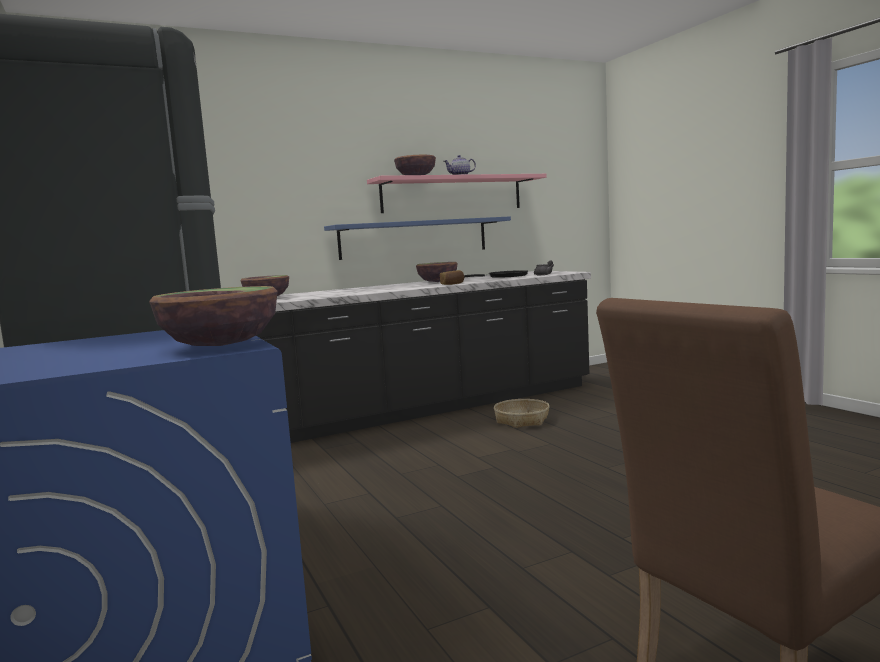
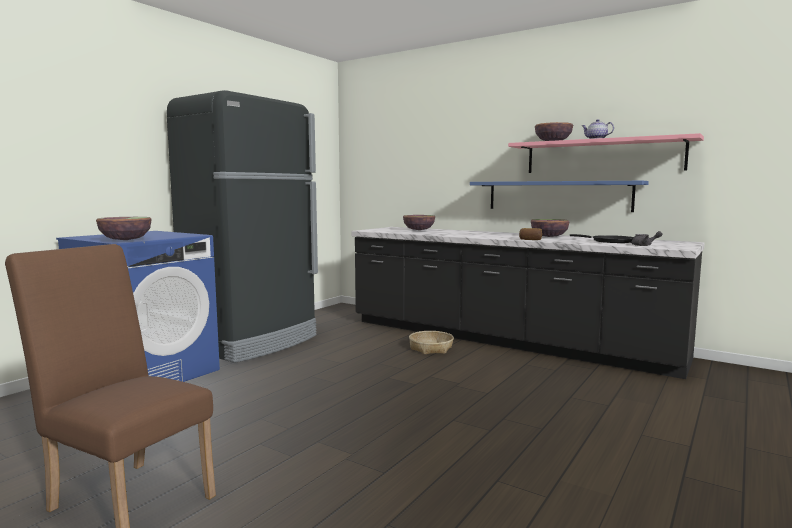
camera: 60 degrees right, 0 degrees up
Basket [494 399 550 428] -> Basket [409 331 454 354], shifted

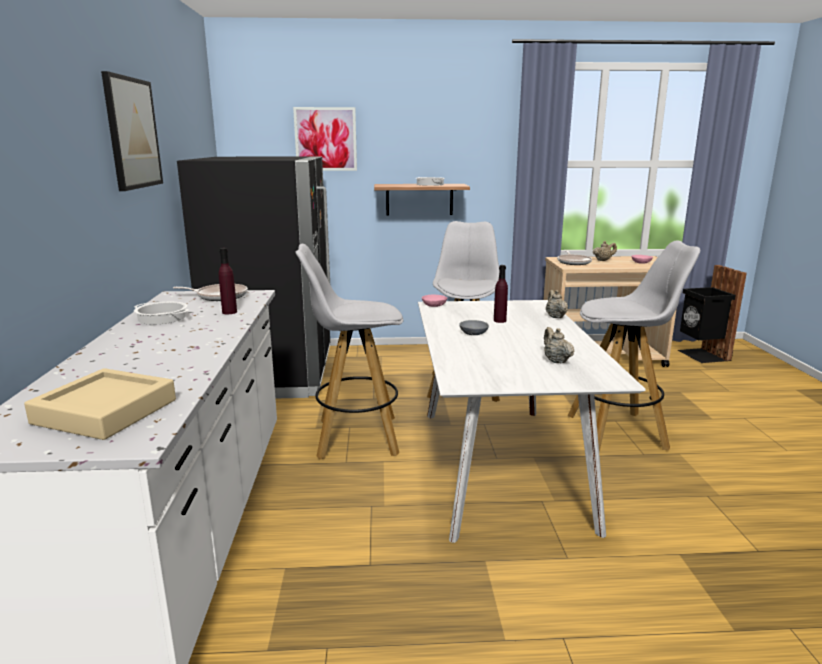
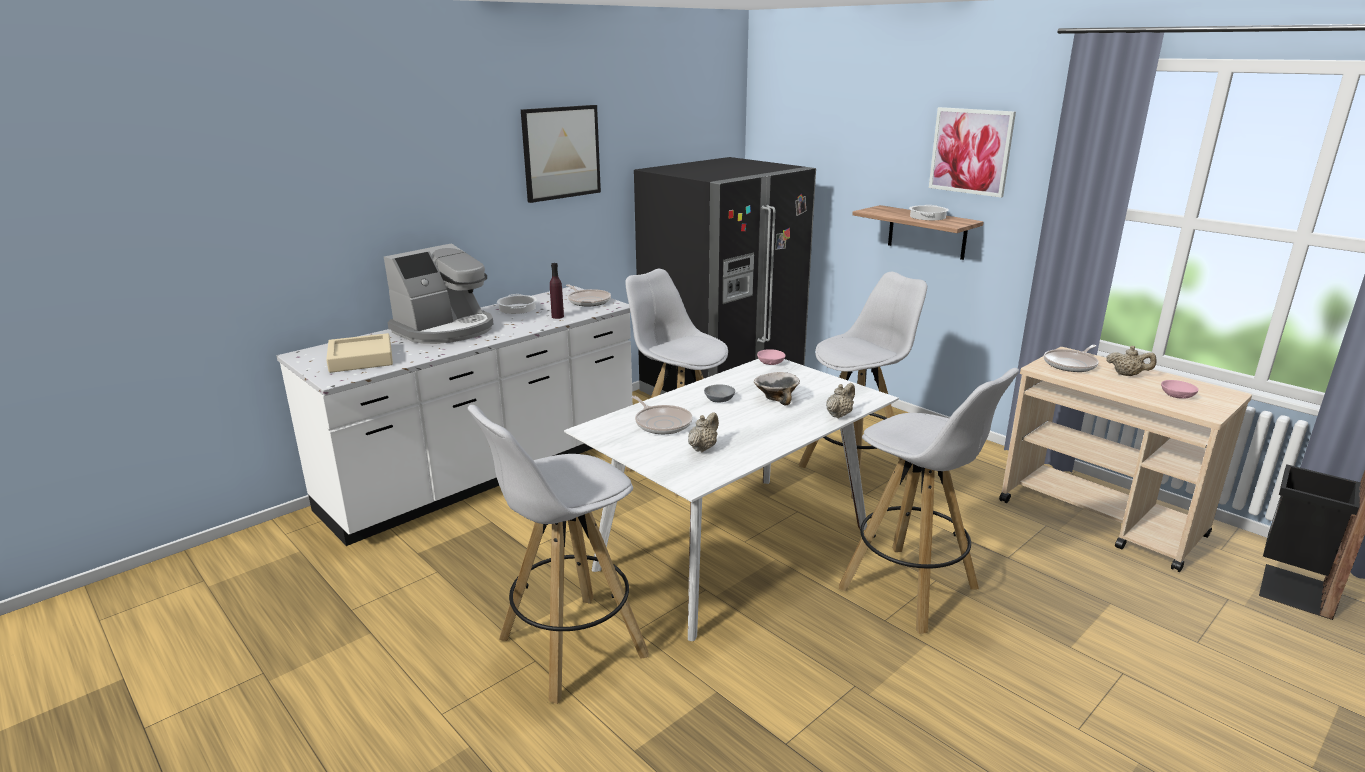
camera: 50 degrees right, 5 degrees up
Picture [293 107 357 171] -> Picture [929 107 1016 198], shifted
PurpleBottle [494 265 508 323] -> Bowl [754 372 800 405]
none -> CoffeeMachine [384 243 493 344]
none -> WhiteStool [468 405 649 704]
none -> FryingPan [632 396 693 434]

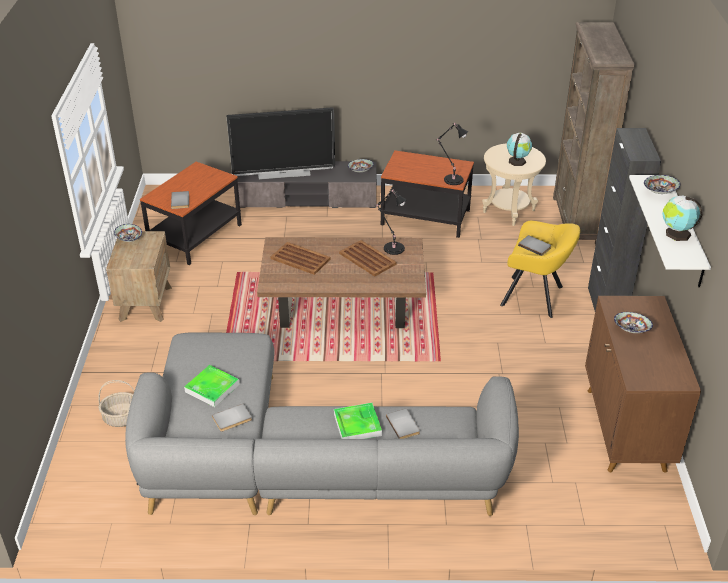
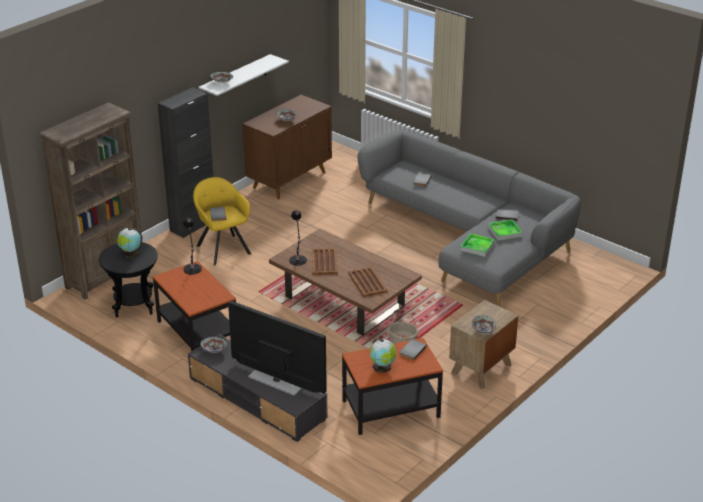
camera: 140 degrees left, 5 degrees down
Basket [98 380 134 427] -> Basket [388 309 418 343], shifted
Tray [334 403 382 439] -> Tray [460 233 495 257], shifted
BeigeSideTable [482 143 546 226] -> BlackSideTable [99 242 158 318]
Globe [662 195 702 241] -> Globe [370 338 396 373], shifted

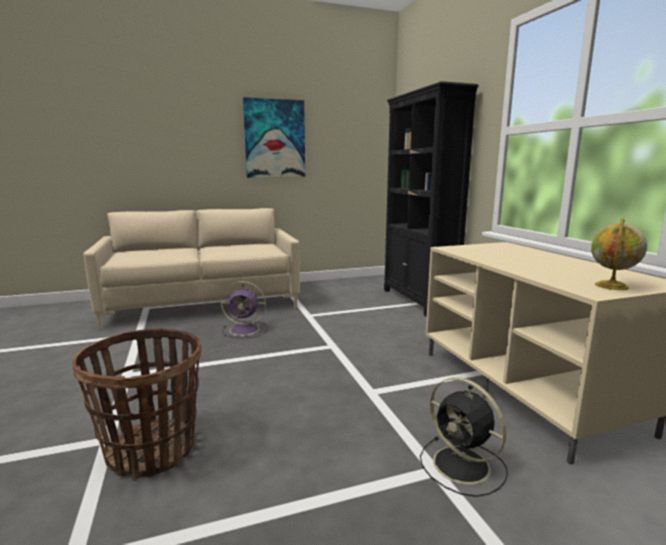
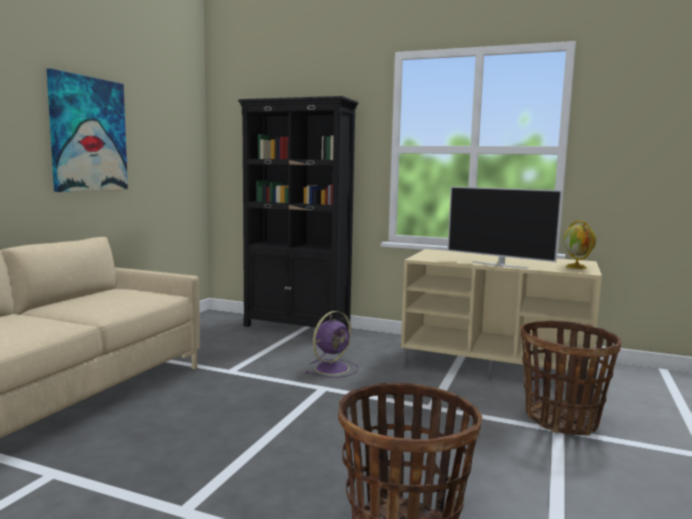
camera: 50 degrees left, 5 degrees down
PurpleFan [221 281 268 338] -> PurpleFan [306 311 358 378], shifted
BlackFan [420 377 508 497] -> Basket [521 321 622 436]
none -> Television [447 186 562 269]

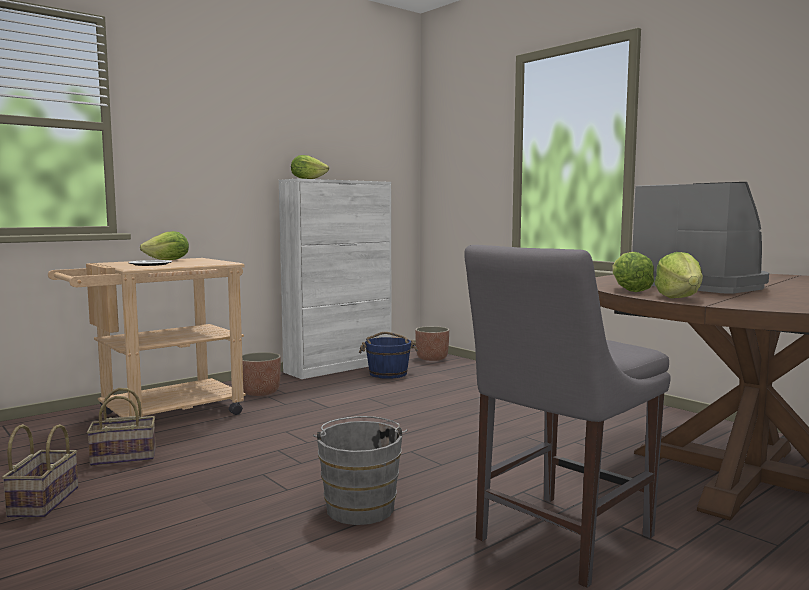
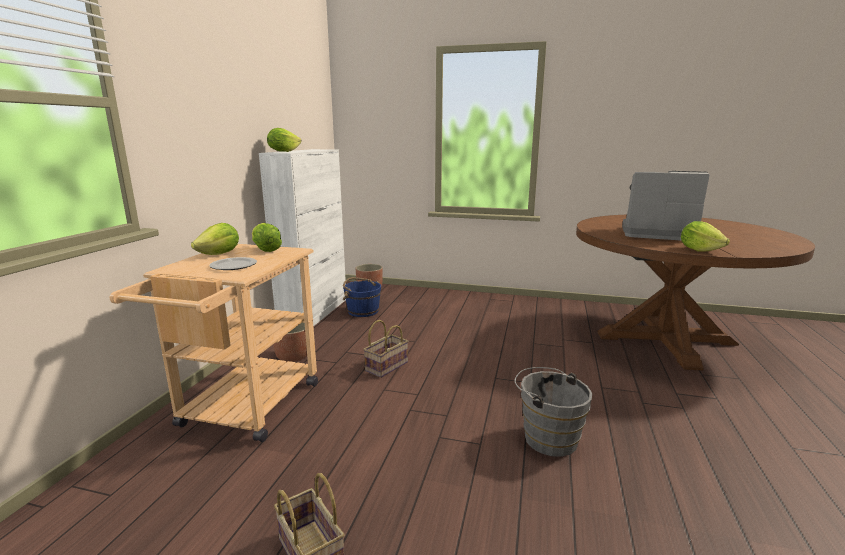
camera: 35 degrees left, 10 degrees up
Basket [87 388 156 466] -> Basket [363 320 408 378], shifted
GreyChair [464 245 671 588] -> none
Lettuce [612 252 654 292] -> Lettuce [252 223 282 252], shifted

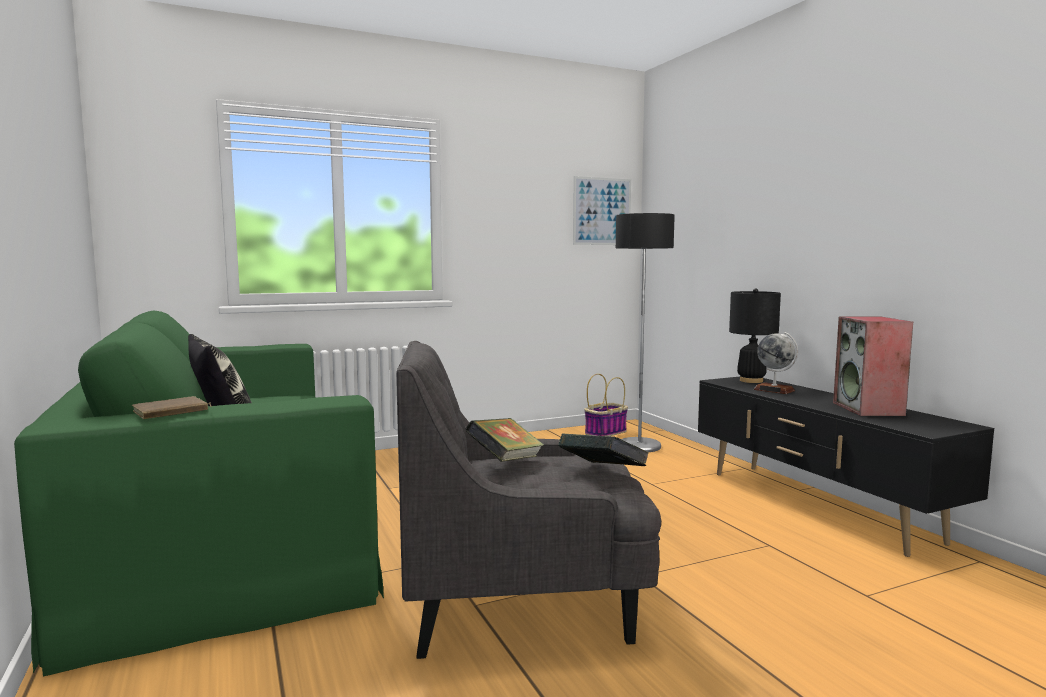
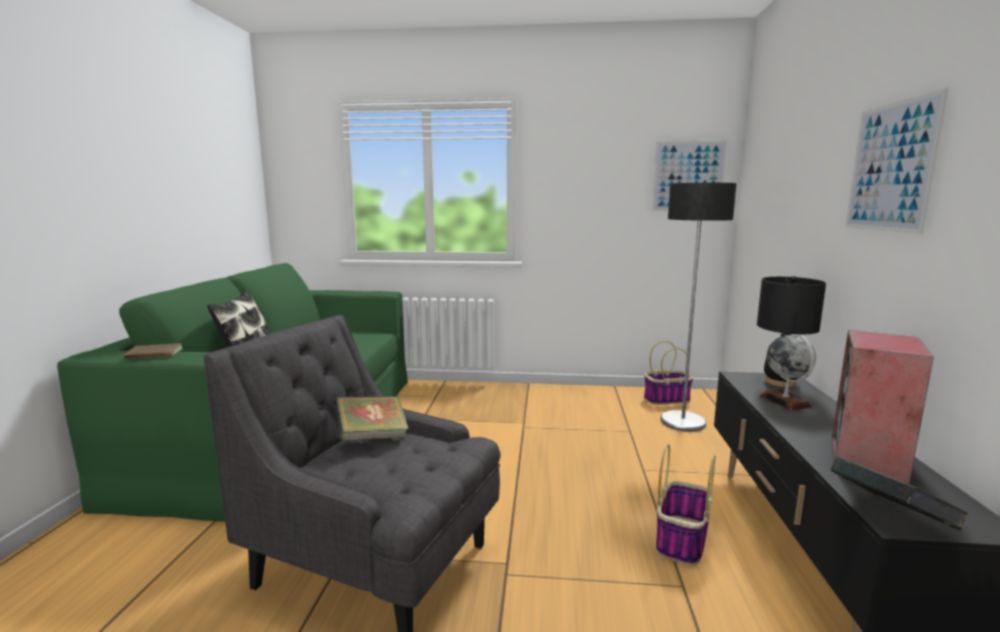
camera: 30 degrees right, 5 degrees up
Book [558 433 649 466] -> Book [830 456 969 530], shifted
none -> Basket [656 444 715 566]
none -> Picture [845 88 949 234]

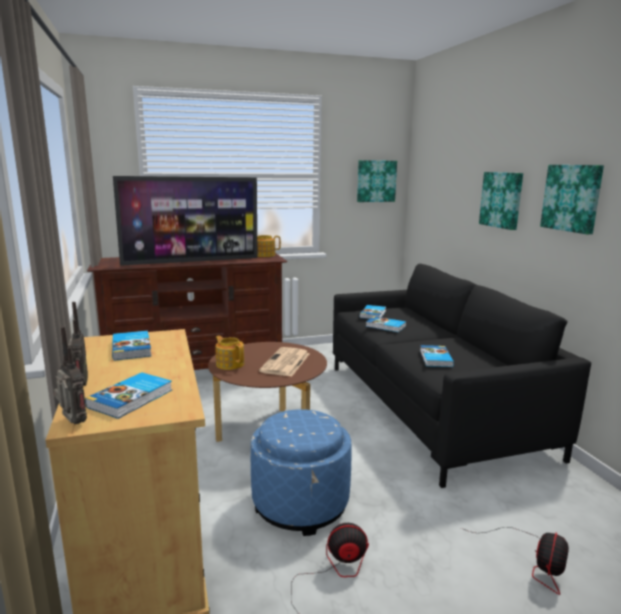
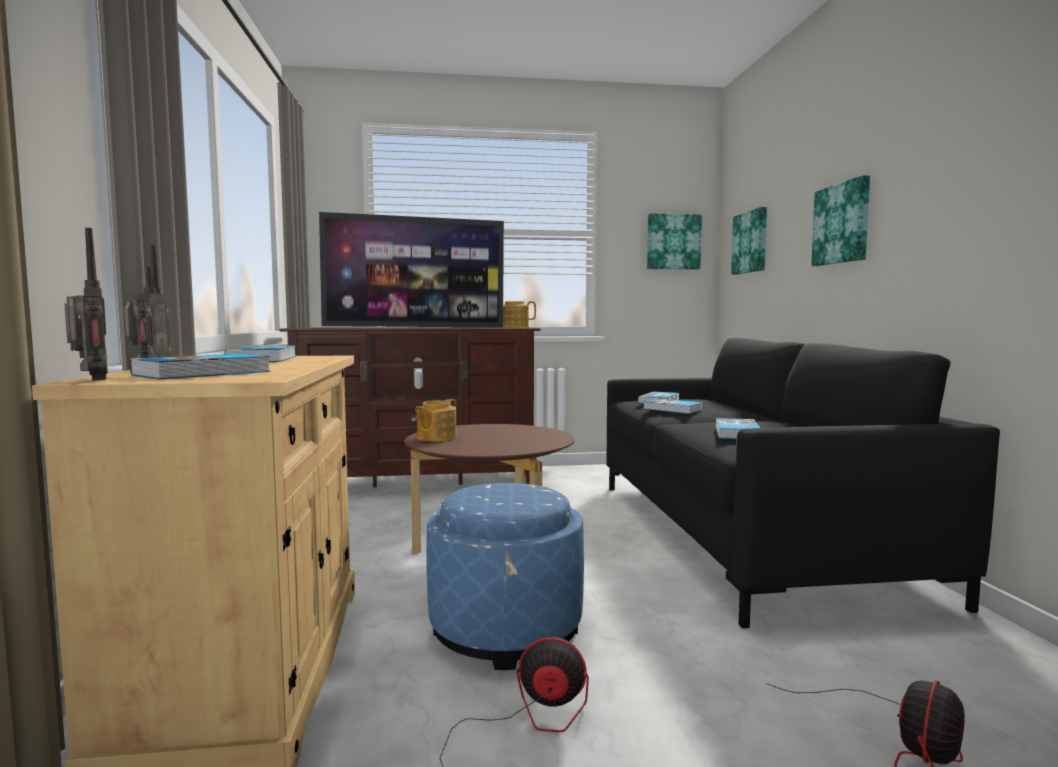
camera: 10 degrees right, 10 degrees down
Teapot [216 336 244 370] -> Teapot [415 399 457 441], 120 degrees counterclockwise
Newspaper [259 347 310 377] -> none
Picture [540 165 604 234] -> Picture [731 207 767 275], shifted

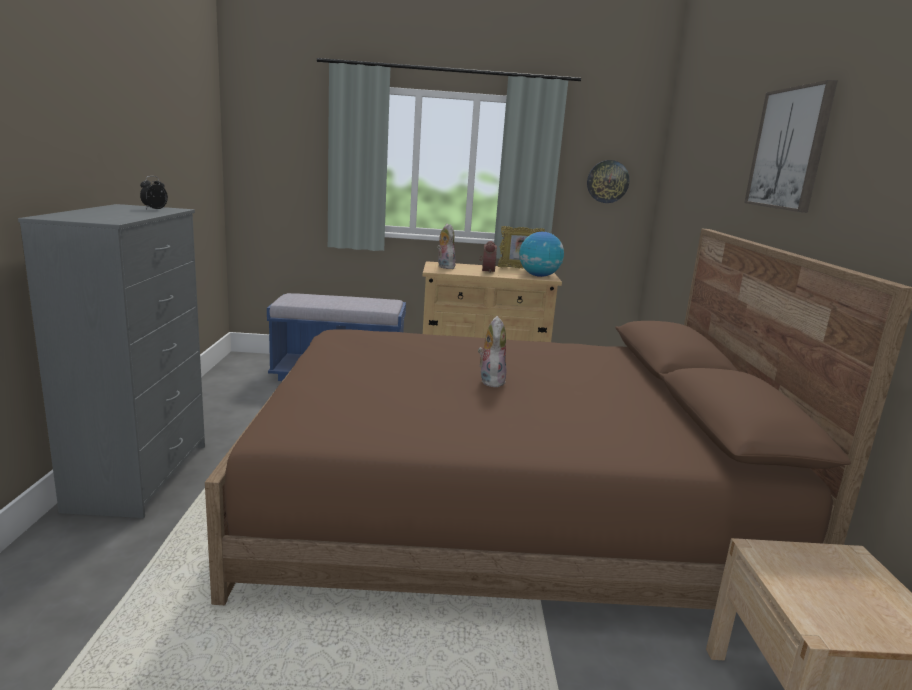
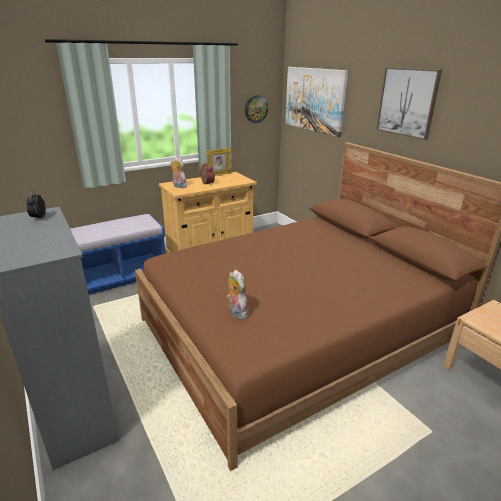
camera: 30 degrees left, 10 degrees up
PlushToy [478 316 506 387] -> PlushToy [227 270 249 319], shifted
Globe [519 232 564 277] -> none
none -> Picture [285 67 348 137]

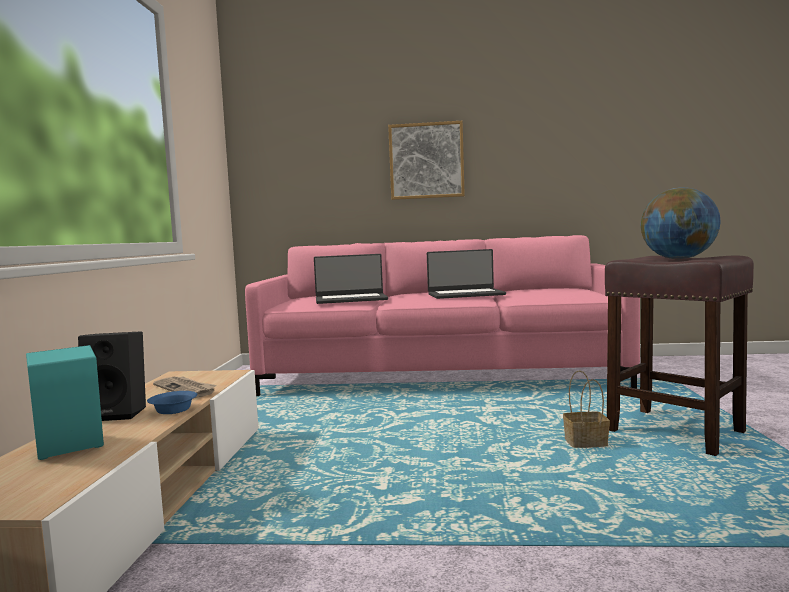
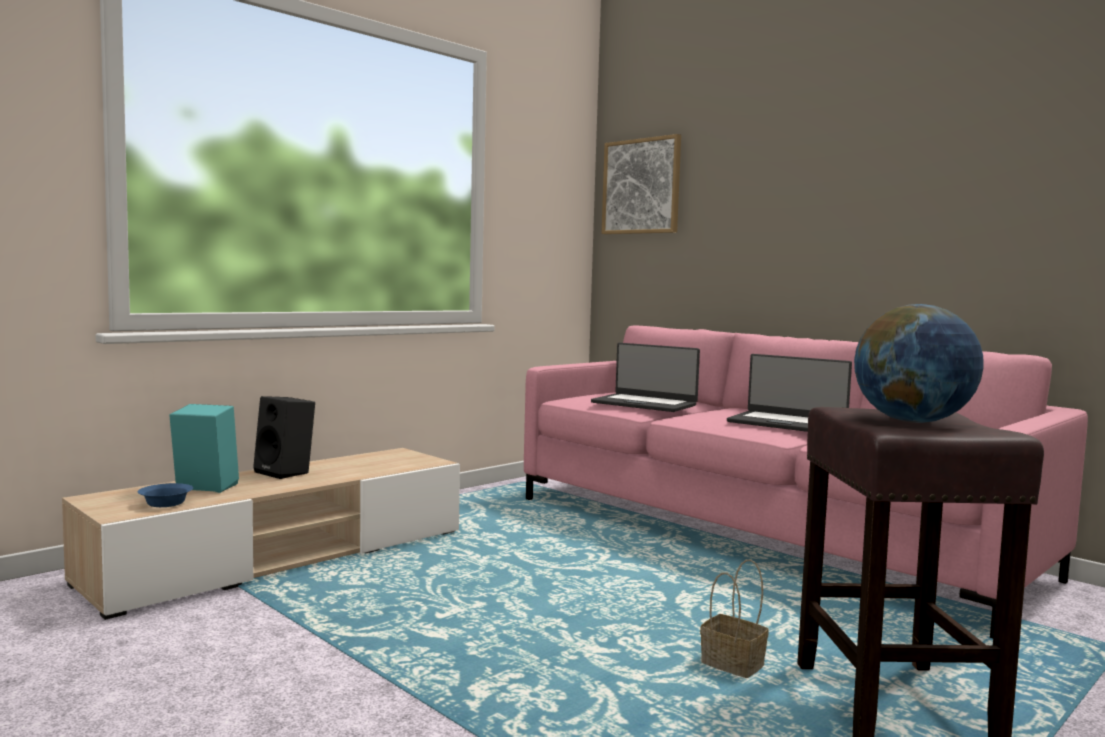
camera: 40 degrees right, 0 degrees up
BlueBowl [147 391 197 414] -> BlueBowl [138 483 193 507], shifted
Newspaper [153 376 217 399] -> none
Picture [388 121 465 200] -> Picture [602 134 681 234], shifted

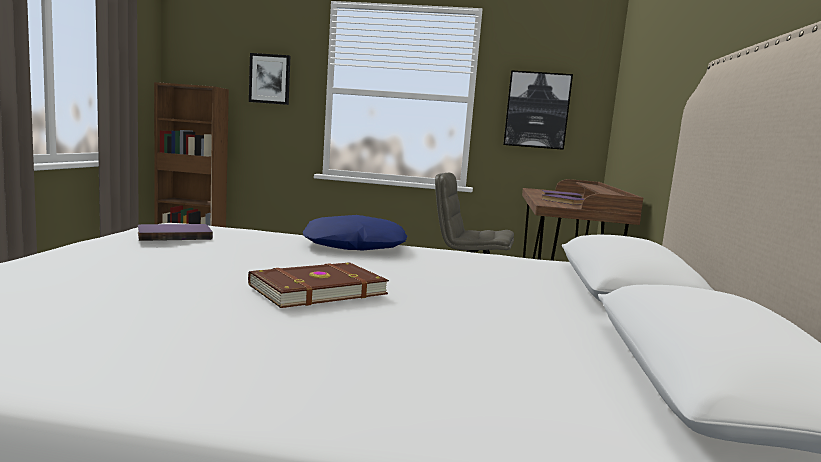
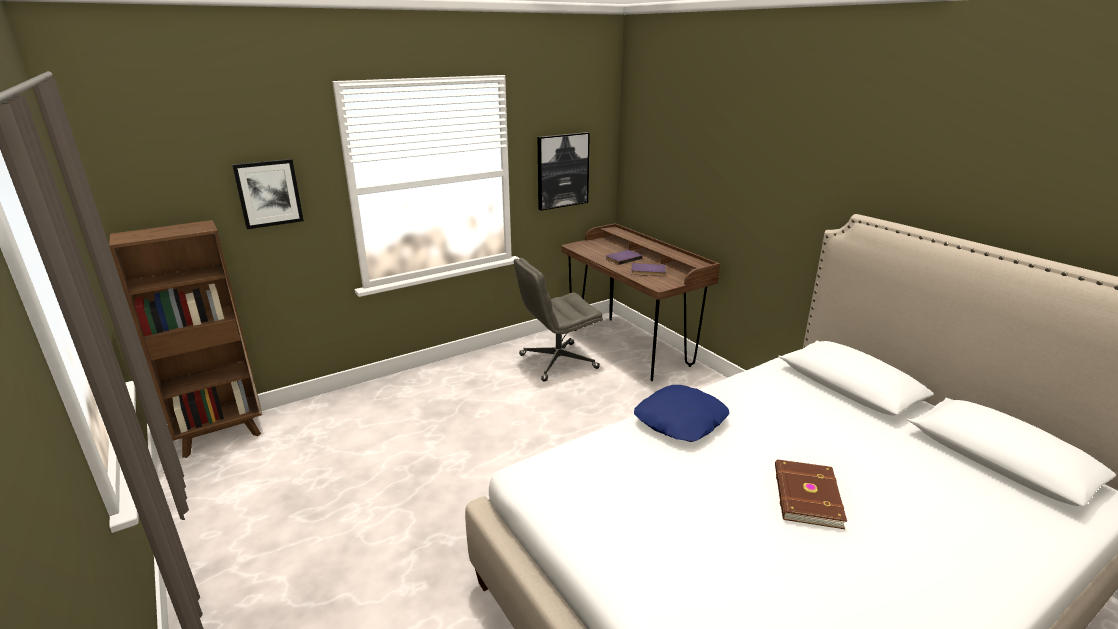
camera: 40 degrees left, 15 degrees up
PurpleBook [138 224 213 241] -> none

